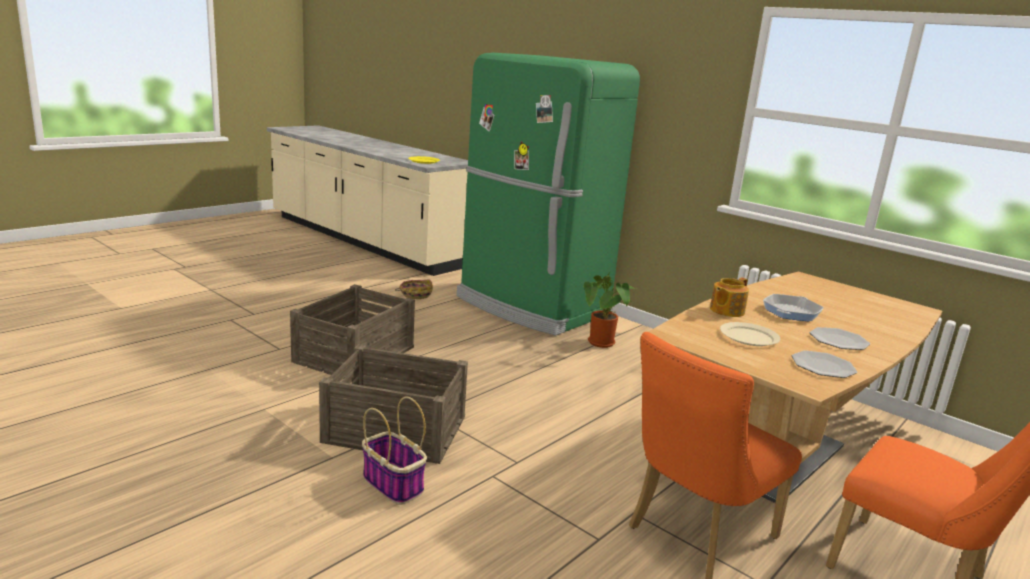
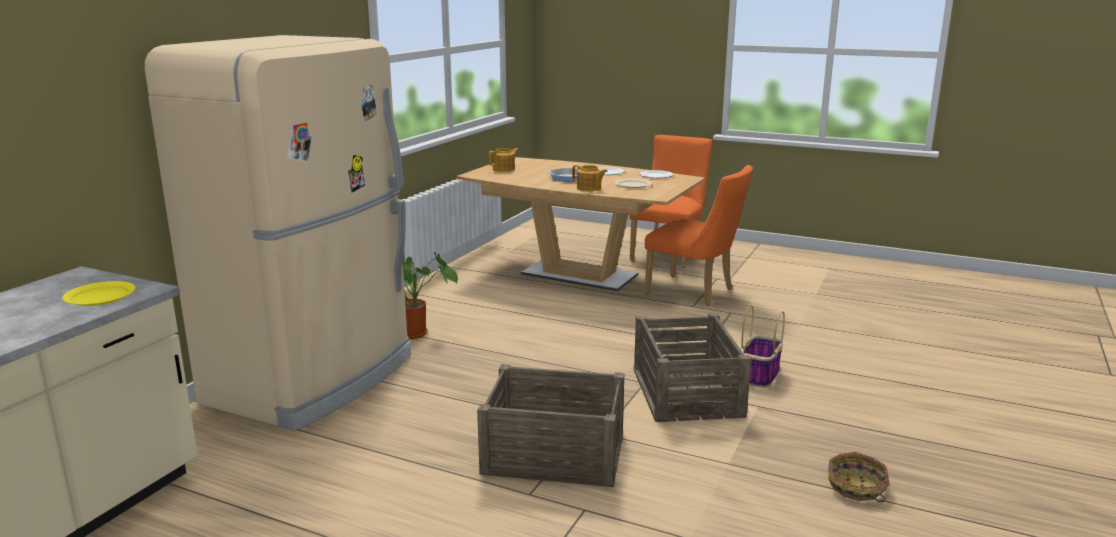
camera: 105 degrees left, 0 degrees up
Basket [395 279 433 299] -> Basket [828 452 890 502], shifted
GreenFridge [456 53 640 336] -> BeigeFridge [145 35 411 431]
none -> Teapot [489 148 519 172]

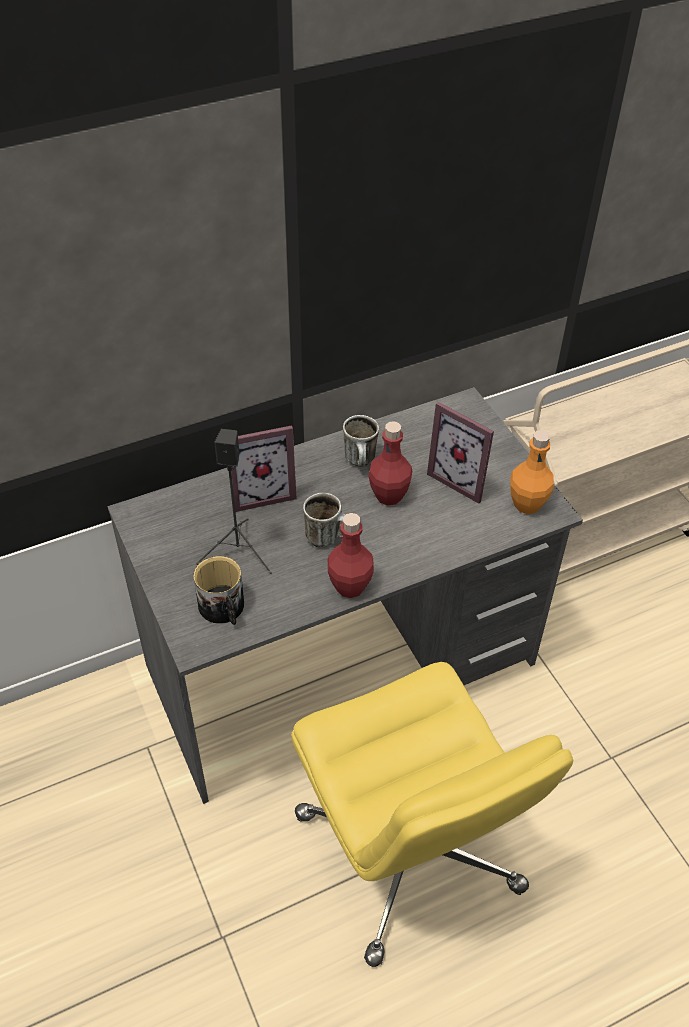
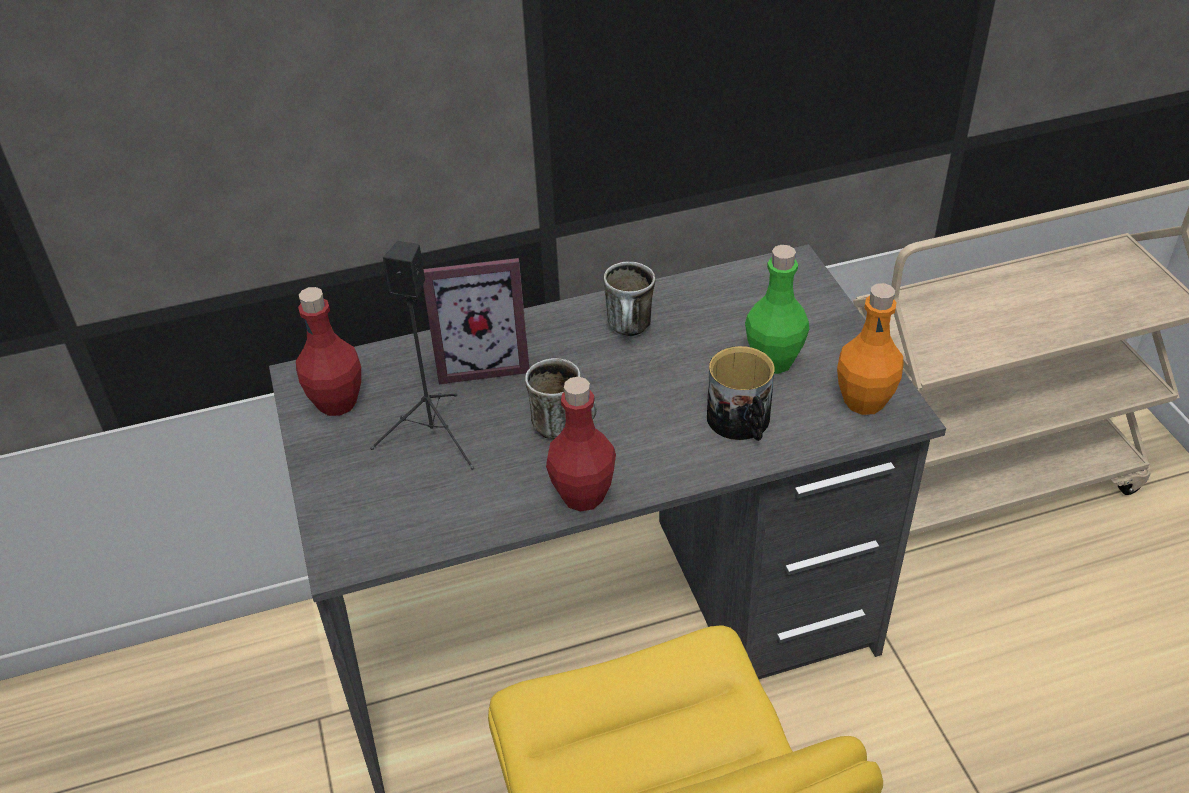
camera: 10 degrees right, 5 degrees down
Mug [193 556 244 625] -> Mug [707 346 775 441], shifted
RedBottle [368 421 412 505] -> RedBottle [296 287 361 416], shifted
PictureFrame [427 402 494 504] -> GreenBottle [745 245 809 374]

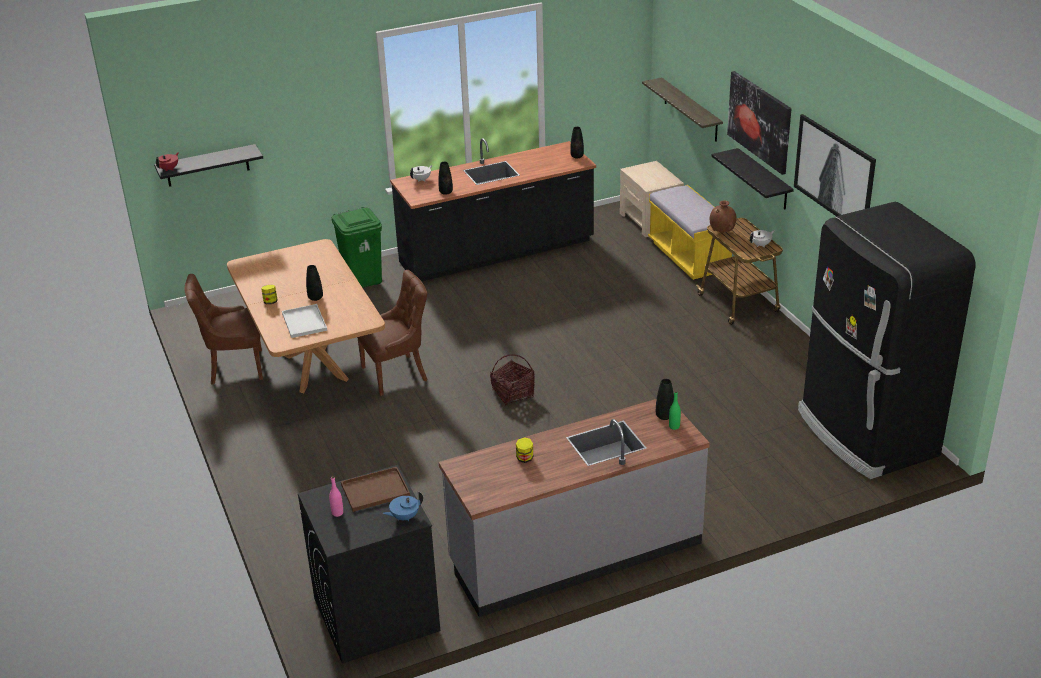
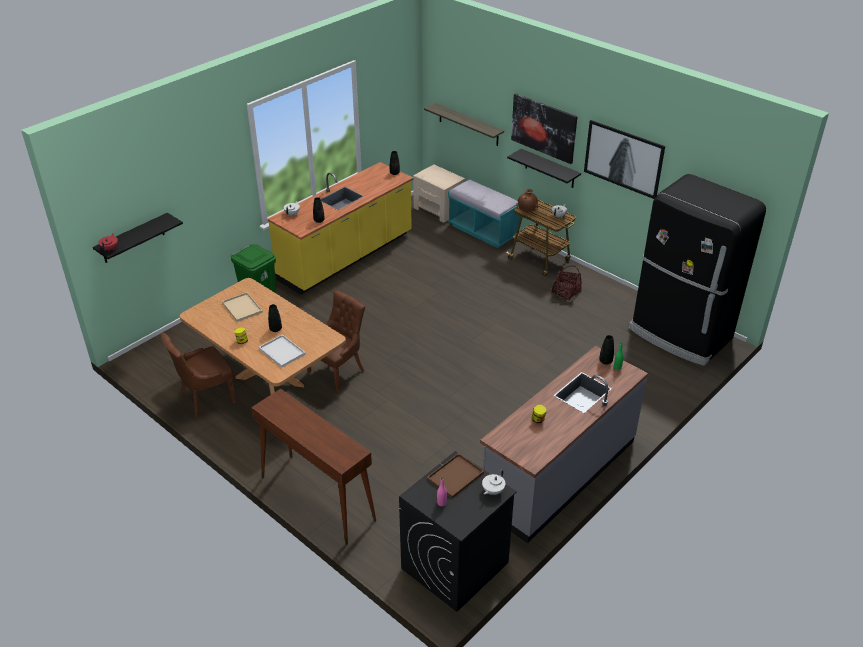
camera: 25 degrees left, 5 degrees up
BlueTeapot [383 491 423 521] -> WhiteTeapot [482 470 505 495]
BlackCounter [390 138 596 281] -> YellowCounter [268 162 414 295]
Basket [490 354 534 405] -> Basket [551 265 581 301], shifted
YellowBench [648 185 732 280] -> TurquoiseBench [448 179 520 248]
none -> BeigeTray [222 292 263 322]
none -> BrownConsoleTable [251 389 376 545]

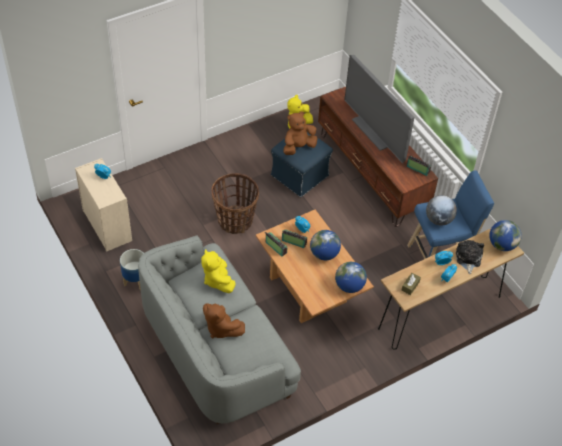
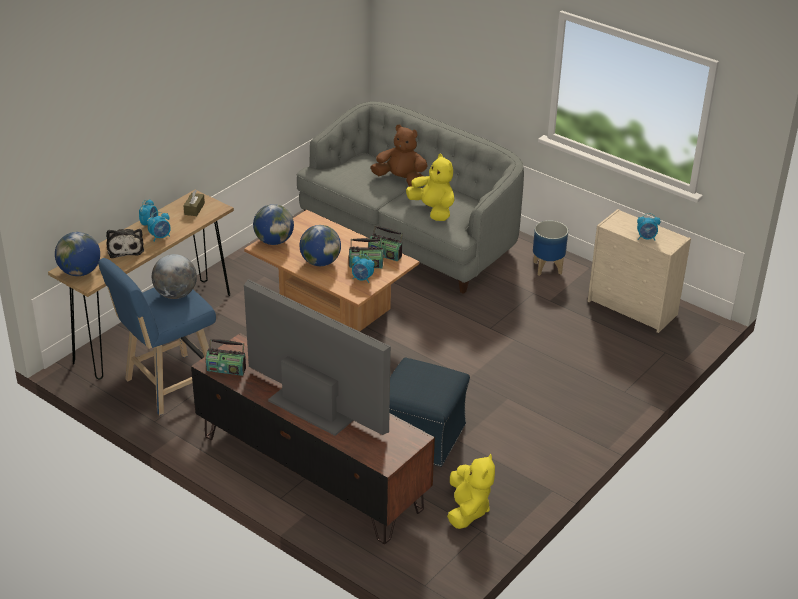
camera: 160 degrees right, 15 degrees down
Basket [212 173 259 234] -> none
BrownPlushToy [283 111 317 155] -> none

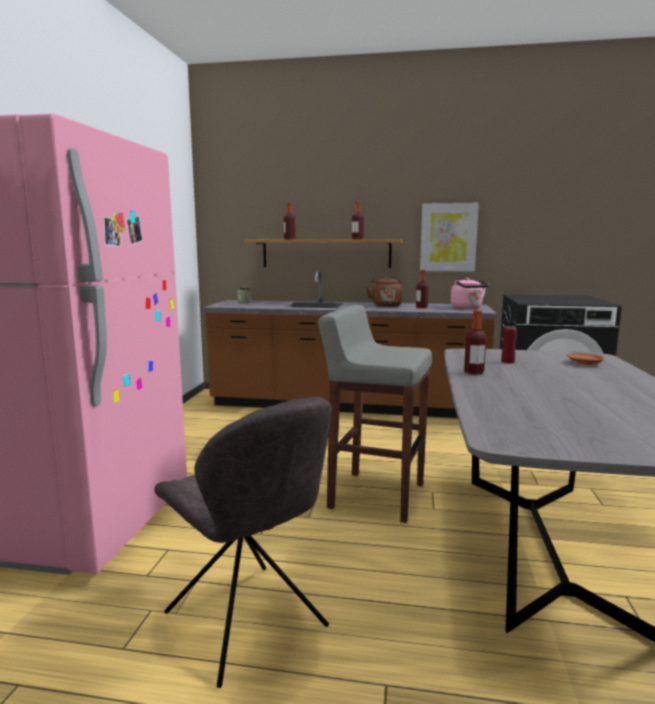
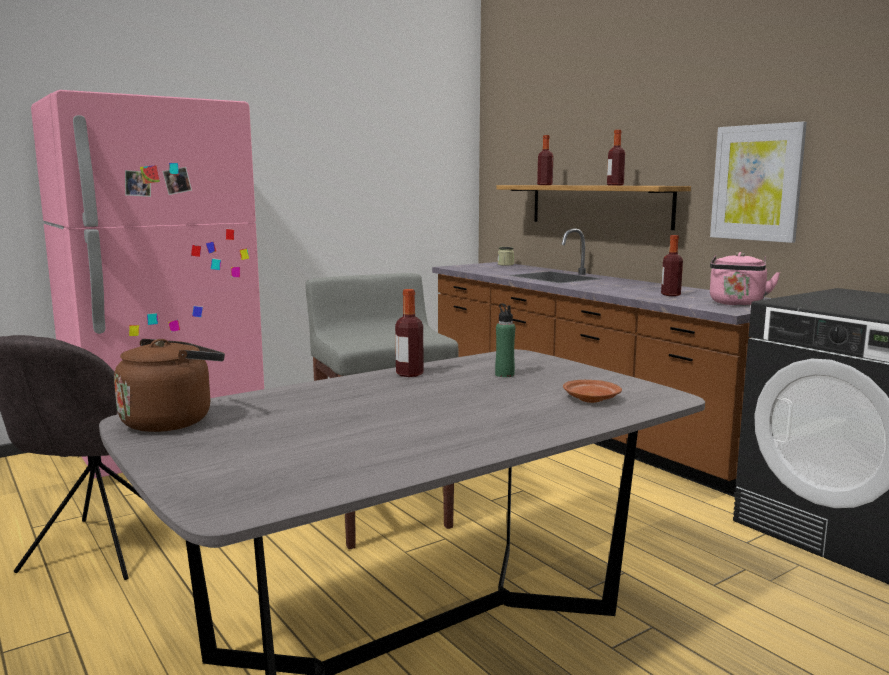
camera: 45 degrees right, 0 degrees up
BrownKettle [366 277 402 307] -> BrownKettle [114 339 225 432], shifted
RedBottle [501 314 517 363] -> GreenBottle [495 303 515 377]

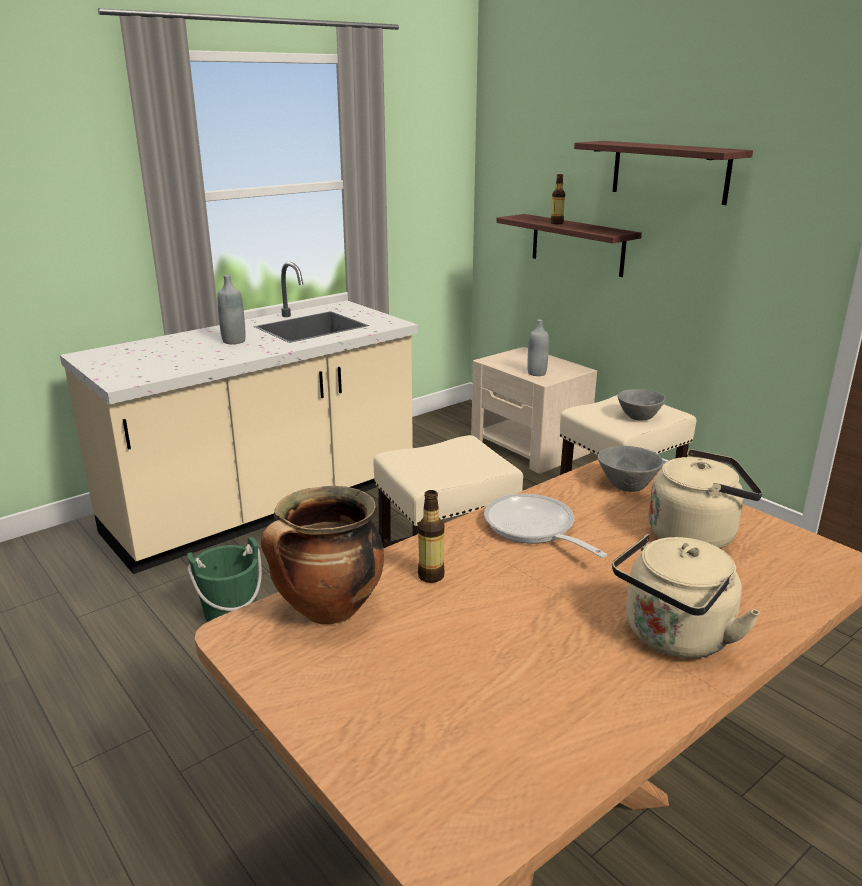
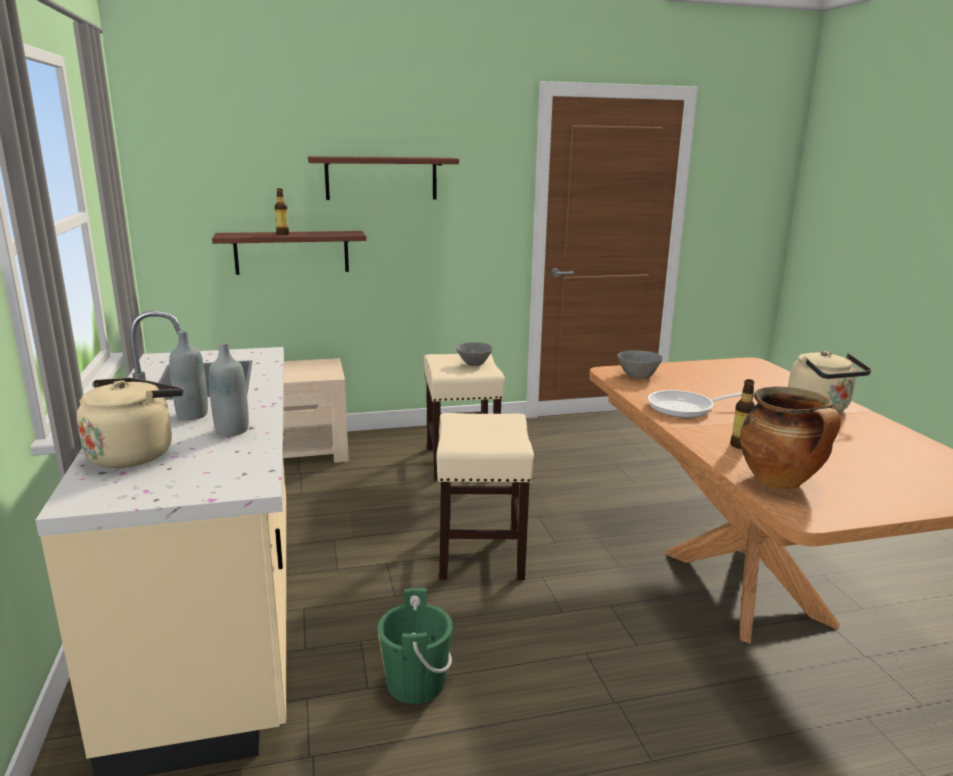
camera: 65 degrees left, 5 degrees down
GreyBottle [527 319 549 376] -> GreyBottle [209 342 249 436], shifted
BeigeKettle [649 449 763 549] -> BeigeKettle [77 378 184 468], shifted

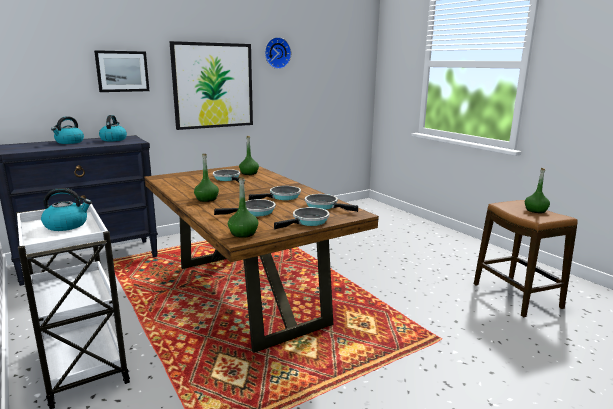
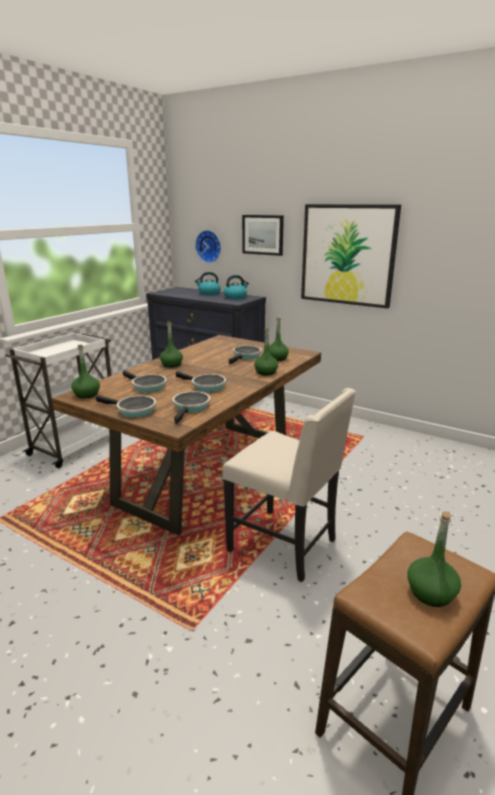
camera: 65 degrees right, 5 degrees up
Kettle [41 188 92 231] -> none
WallClock [265 37 291 69] -> WallClock [195 230 221 263], shifted
none -> BeigeChair [222 388 356 582]
none -> GreenBottle [254 327 278 375]

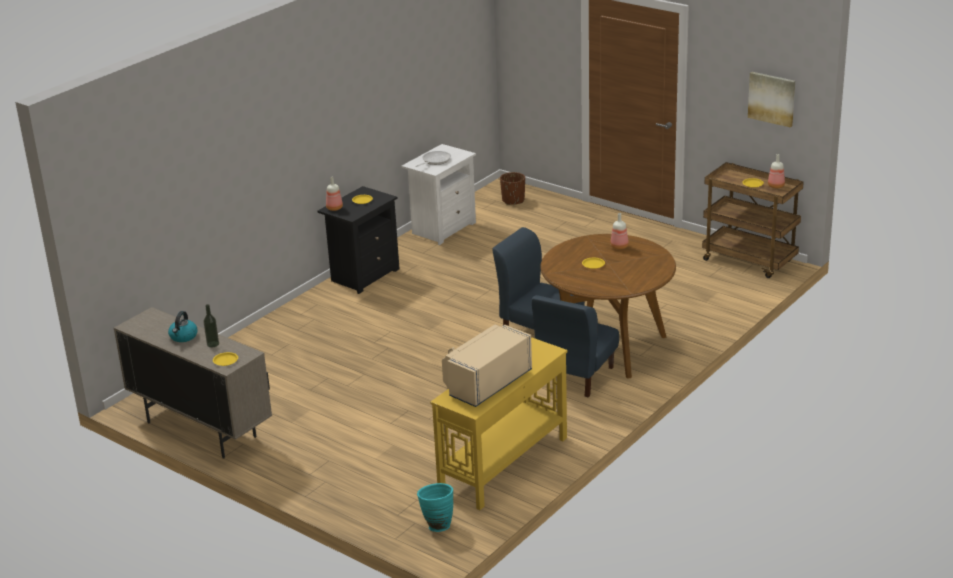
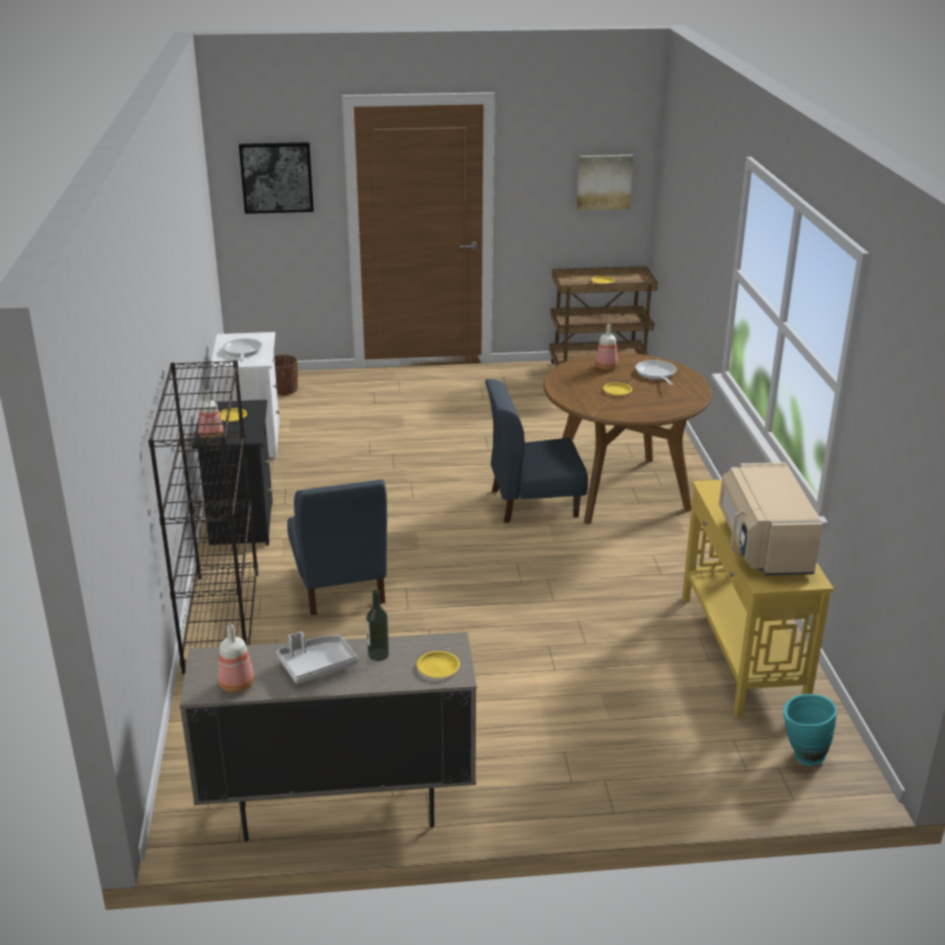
camera: 45 degrees left, 0 degrees up
Kettle [168 311 197 342] -> GreyTray [277 631 358 684]
BlueChair [532 295 619 398] -> BlueChair [287 479 387 615], shifted
Bottle [768 154 785 188] -> Bottle [218 624 254 693], shifted
none -> BlackBookcase [148 360 258 674]
none -> Picture [239 142 314 214]
none -> FryingPan [635 360 676 385]

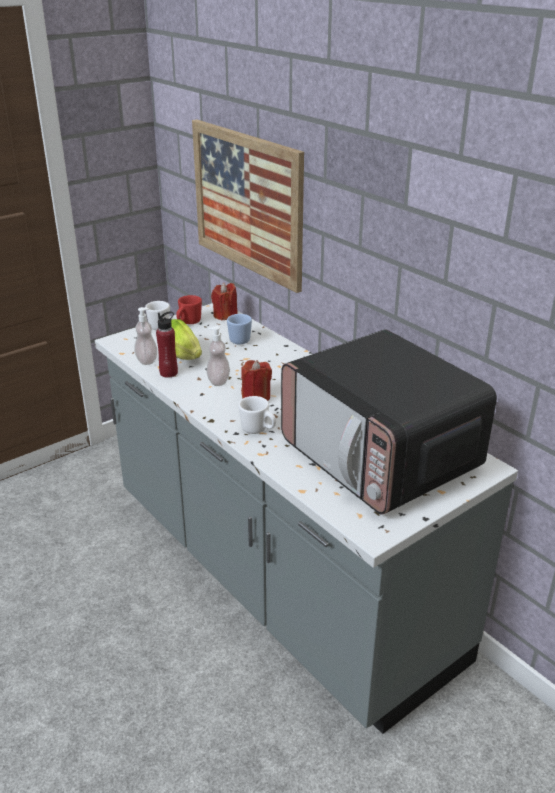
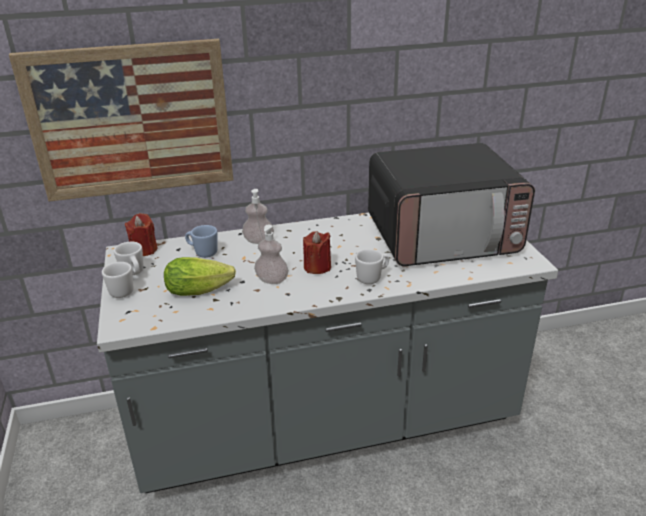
camera: 65 degrees left, 0 degrees up
SoapDispenser [134 307 157 365] -> SoapDispenser [242 189 274 244], shifted
RedBottle [156 312 178 378] -> none
RedMug [176 295 202 324] -> WhiteMug [114 242 144 275]

